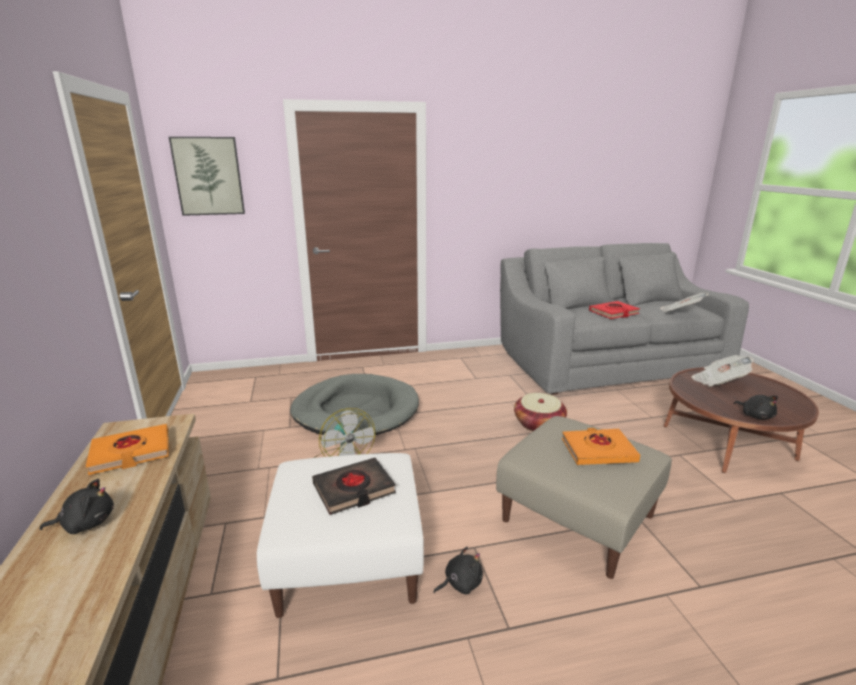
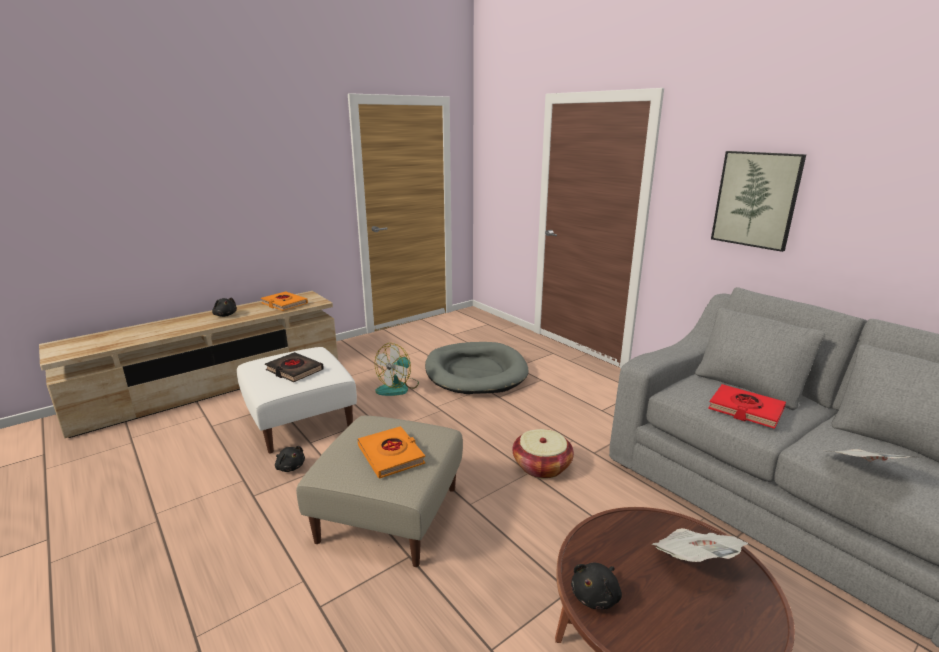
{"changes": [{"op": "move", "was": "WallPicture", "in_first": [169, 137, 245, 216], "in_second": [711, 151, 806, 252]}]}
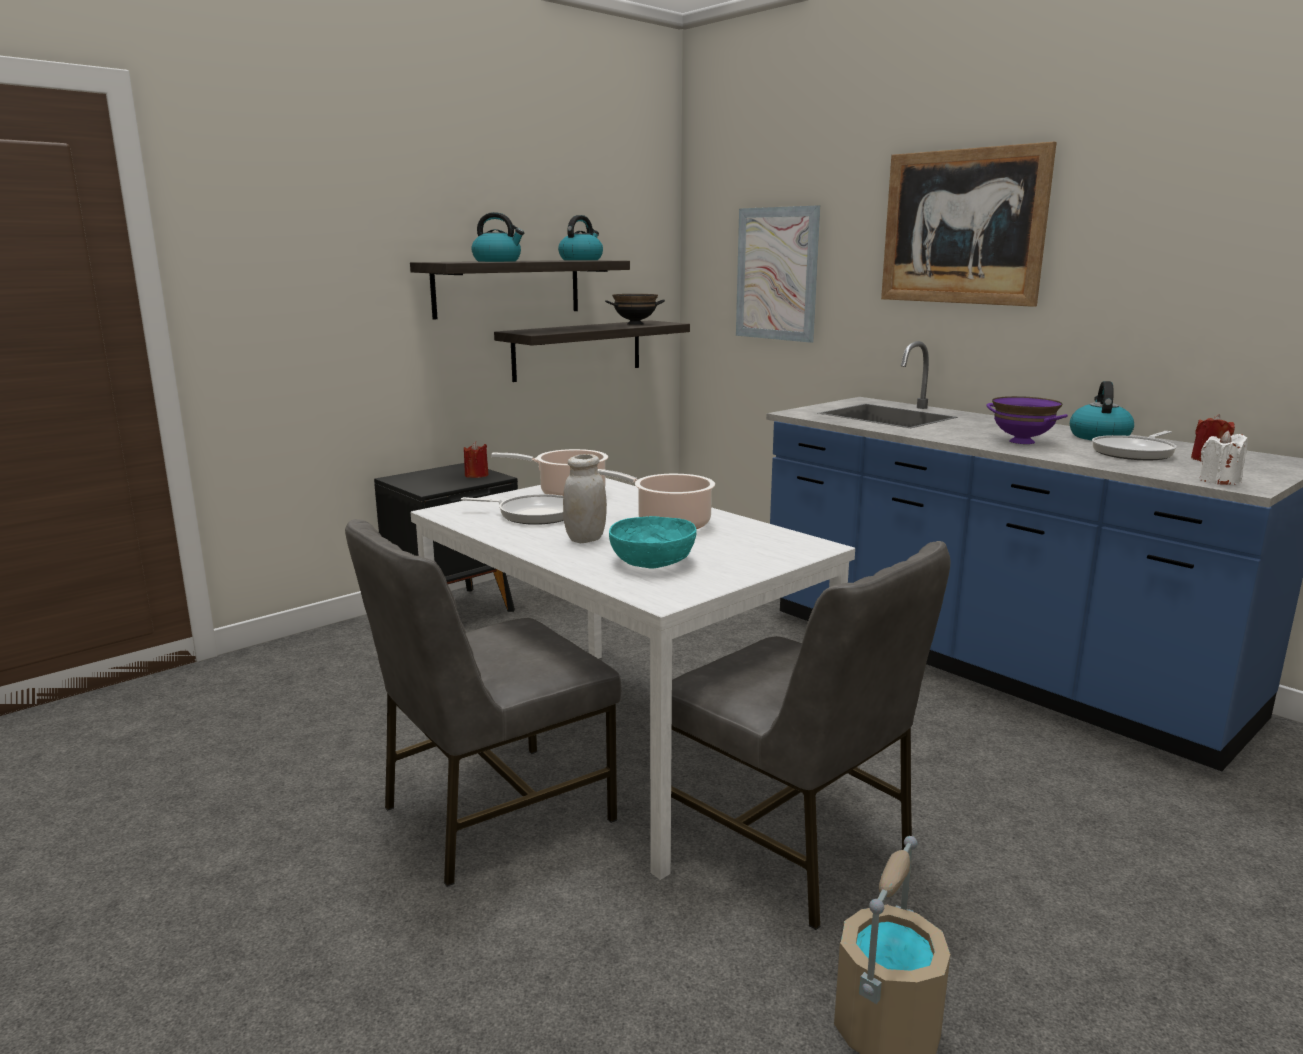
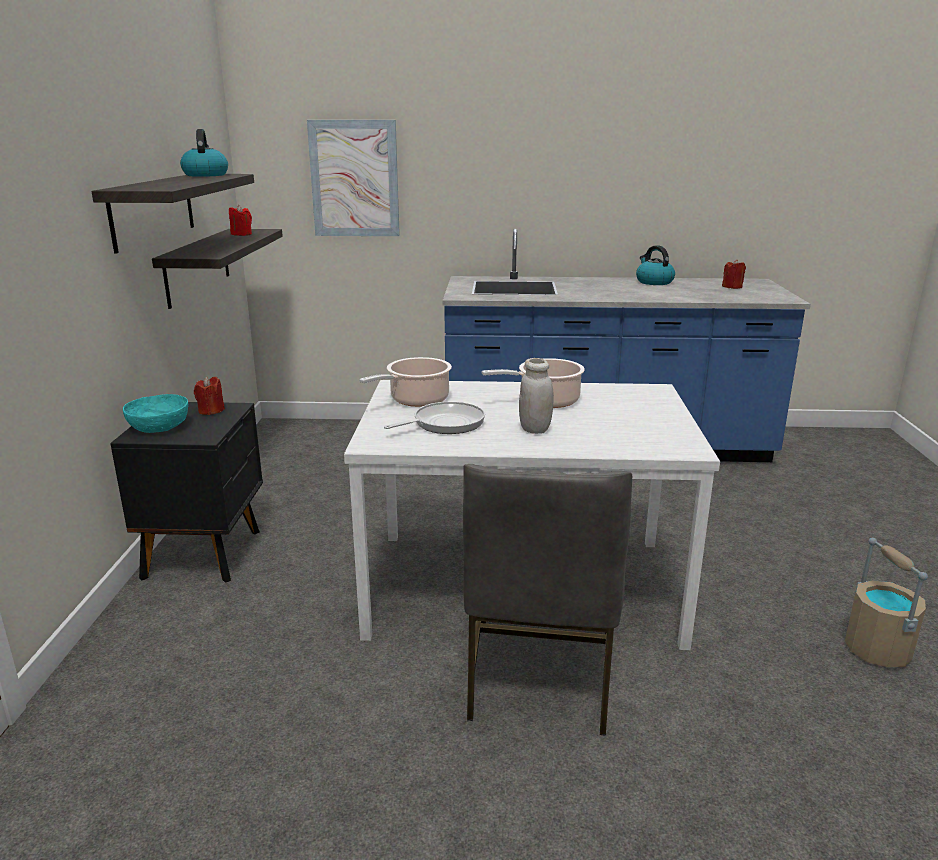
{"changes": [{"op": "delete", "was": "WallPicture", "in_first": [881, 141, 1057, 307]}, {"op": "delete", "was": "TeaKettle", "in_first": [471, 212, 524, 262]}, {"op": "replace", "was": "BlackColouredServingBowl", "now": "RedWaxCandle", "in_first": [605, 294, 665, 325], "in_second": [229, 205, 252, 236]}, {"op": "delete", "was": "PurpleColouredServingBowl", "in_first": [987, 396, 1068, 444]}, {"op": "delete", "was": "FryingPan", "in_first": [1092, 431, 1177, 460]}, {"op": "delete", "was": "WhiteWaxCandle", "in_first": [1199, 431, 1248, 485]}, {"op": "move", "was": "TurquoiseColouredServingBowl", "in_first": [609, 516, 697, 569], "in_second": [123, 394, 188, 433]}, {"op": "delete", "was": "GreyPlainChair", "in_first": [671, 541, 951, 930]}]}
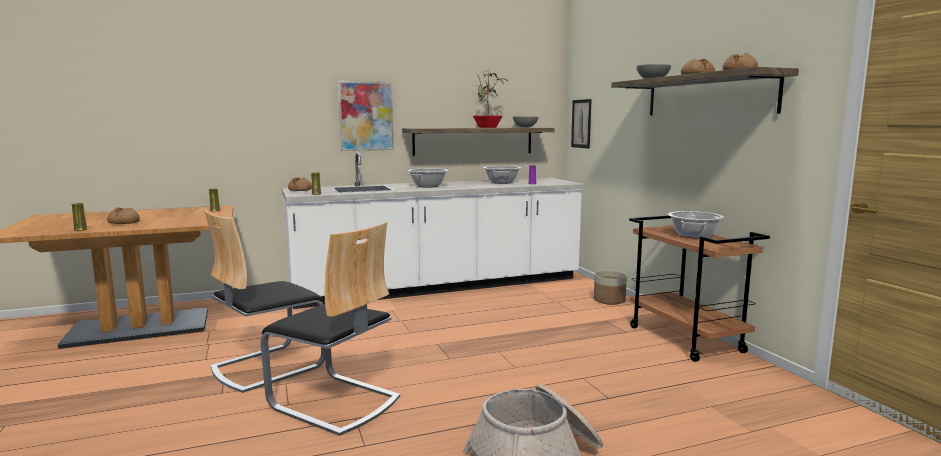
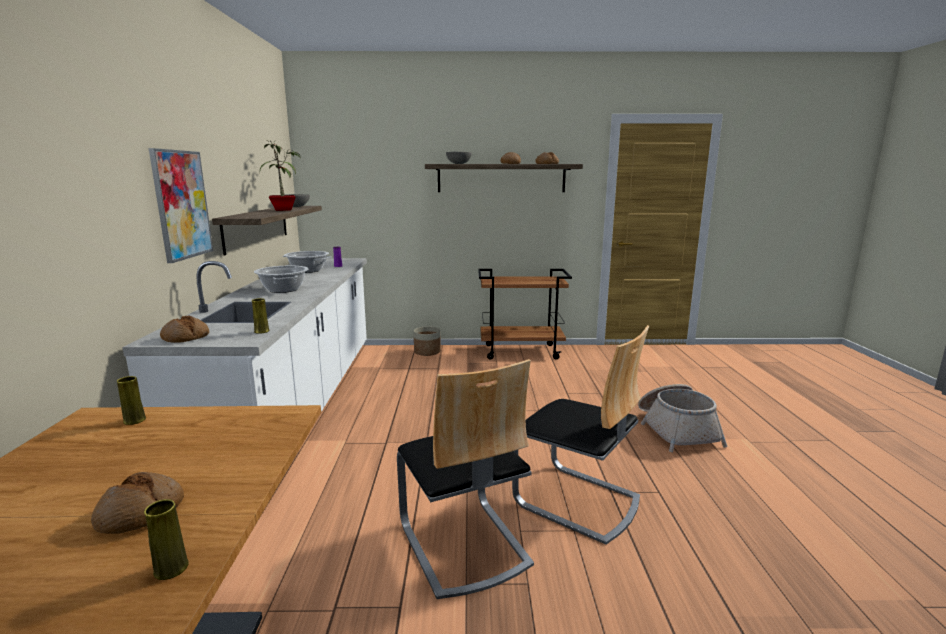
{"changes": [{"op": "delete", "was": "WallPicture", "in_first": [571, 99, 592, 149]}, {"op": "delete", "was": "Stockpot", "in_first": [668, 211, 724, 239]}, {"op": "rotate", "was": "PlainChair", "in_first": [260, 221, 400, 436], "in_second": [512, 325, 649, 545], "clockwise": 75}]}
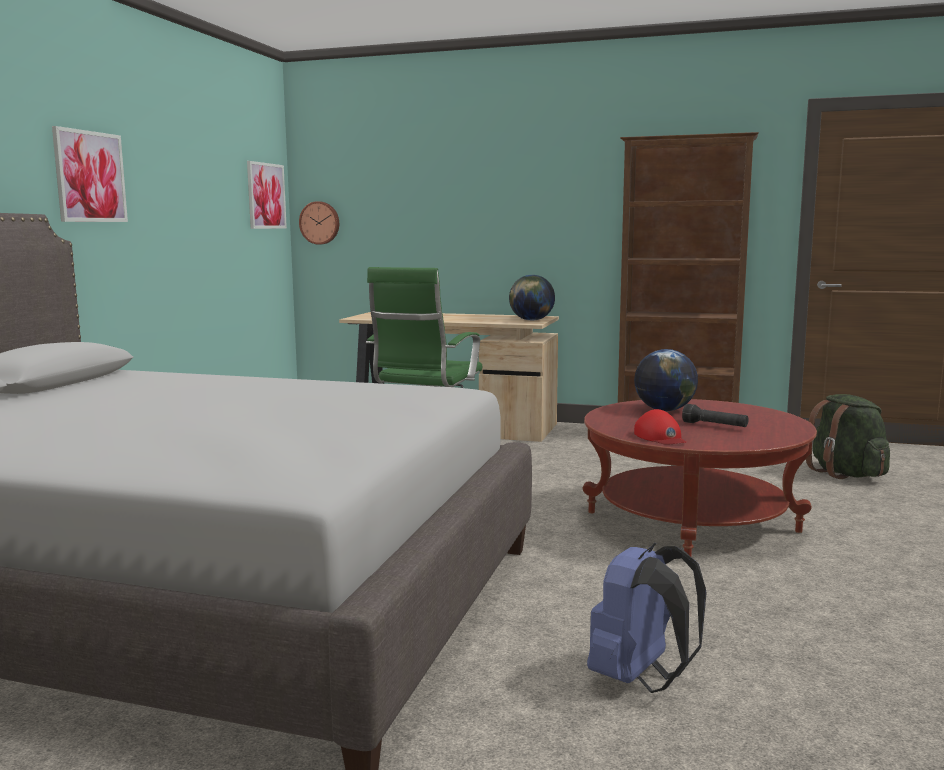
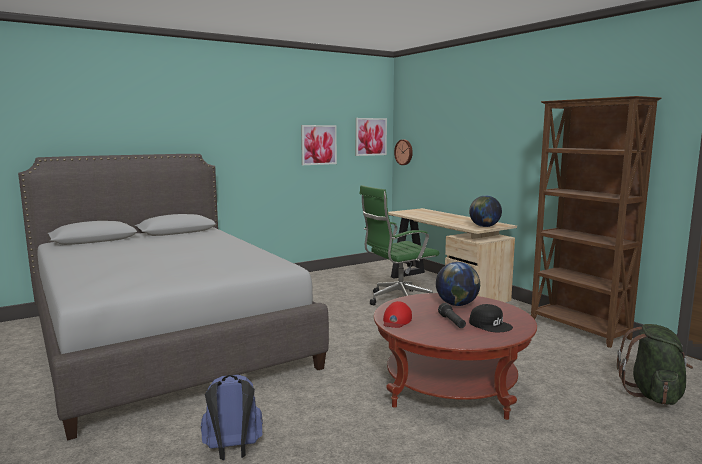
{"changes": [{"op": "move", "was": "WallPicture", "in_first": [52, 126, 128, 222], "in_second": [301, 125, 337, 165]}, {"op": "insert", "now": "BlackColouredPeakedCap", "in_second": [469, 304, 513, 332]}]}
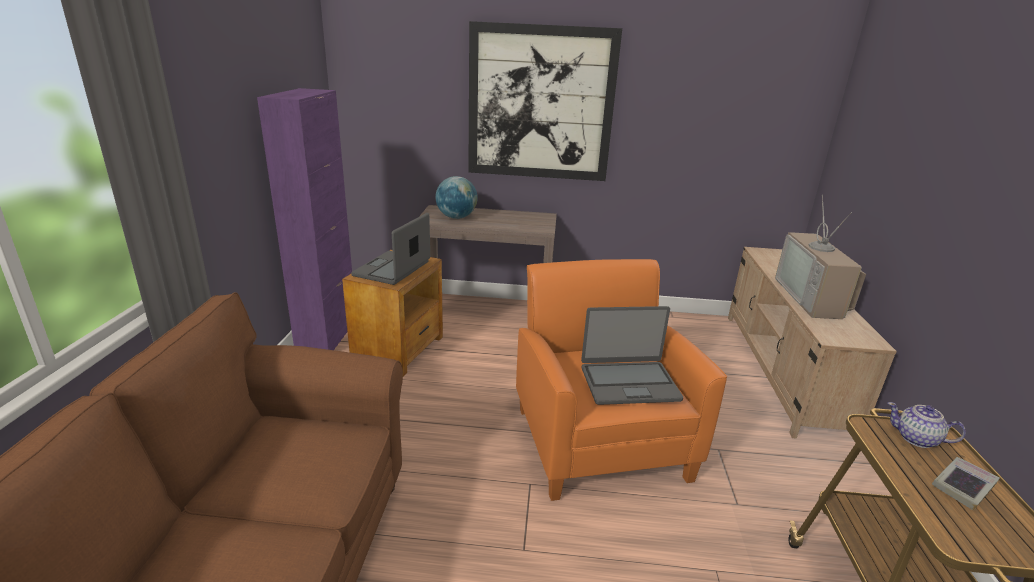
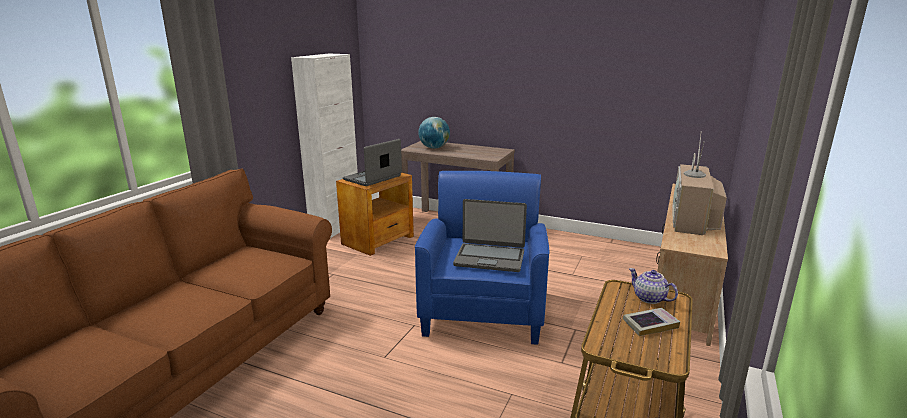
{"changes": [{"op": "delete", "was": "WallPicture", "in_first": [468, 21, 622, 181]}, {"op": "recolor", "was": "PurpleColouredCabinet", "now": "WhiteCabinet", "in_first": [257, 88, 352, 350], "in_second": [291, 54, 358, 238]}, {"op": "recolor", "was": "OrangeEasyChair", "now": "BluishEasyChair", "in_first": [516, 259, 727, 501], "in_second": [415, 171, 549, 345]}]}
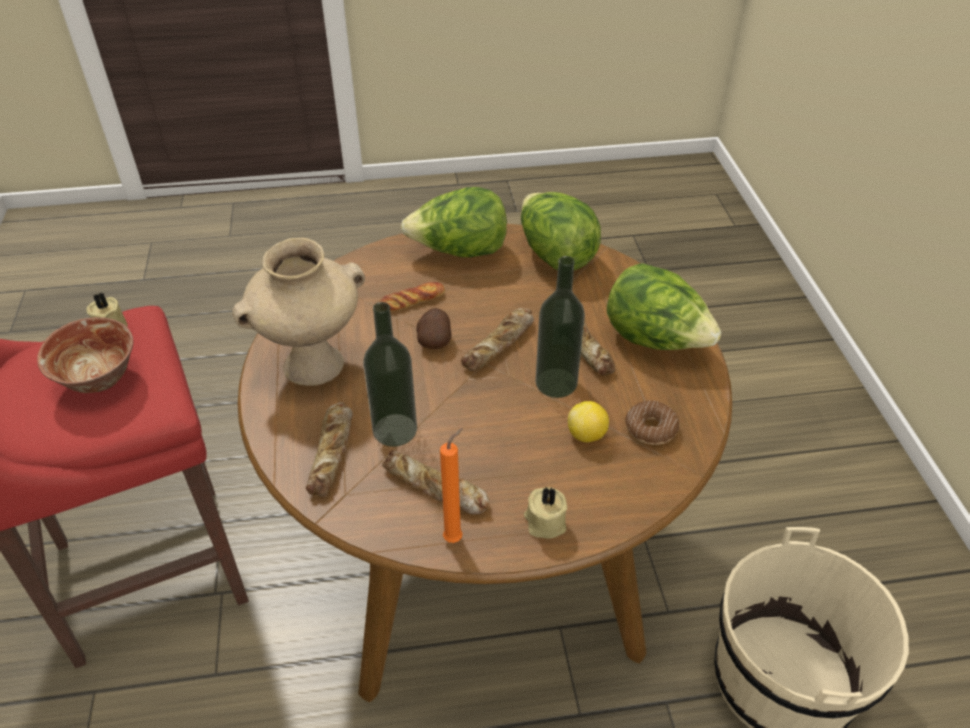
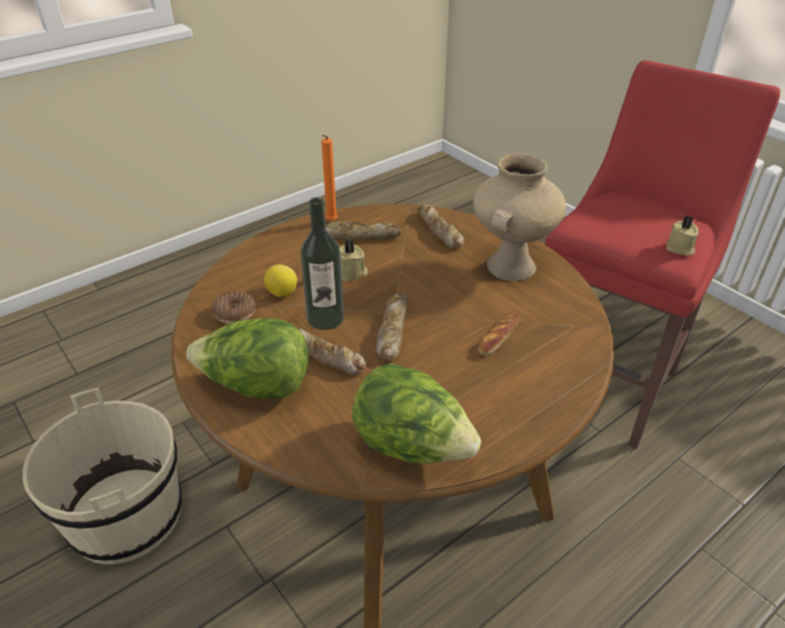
{"changes": [{"op": "delete", "was": "LettuceHead", "in_first": [401, 187, 507, 257]}, {"op": "delete", "was": "BeverageBottle", "in_first": [363, 302, 417, 447]}, {"op": "delete", "was": "Spud", "in_first": [416, 308, 451, 349]}, {"op": "delete", "was": "ServingBowl", "in_first": [37, 317, 133, 393]}, {"op": "move", "was": "BeigeWaxCandle", "in_first": [524, 487, 567, 539], "in_second": [339, 239, 368, 281]}]}
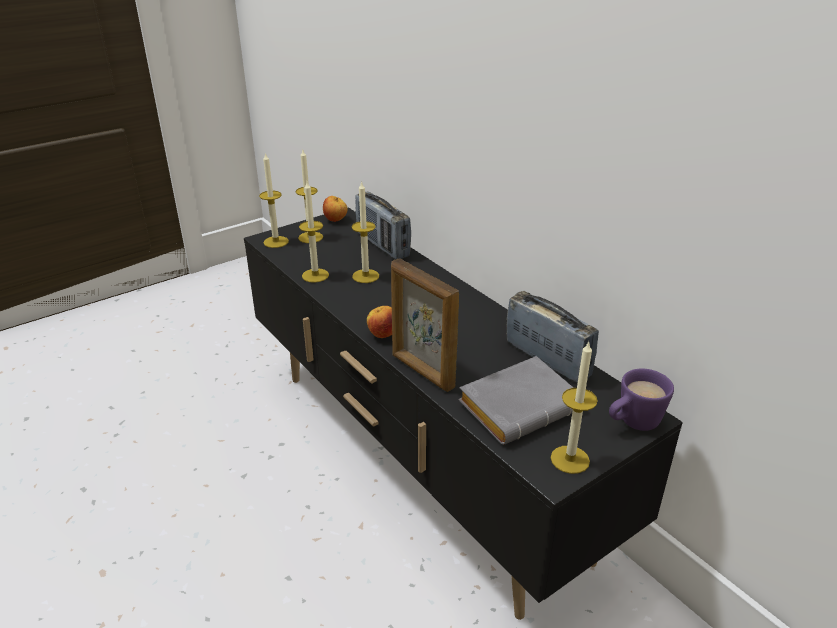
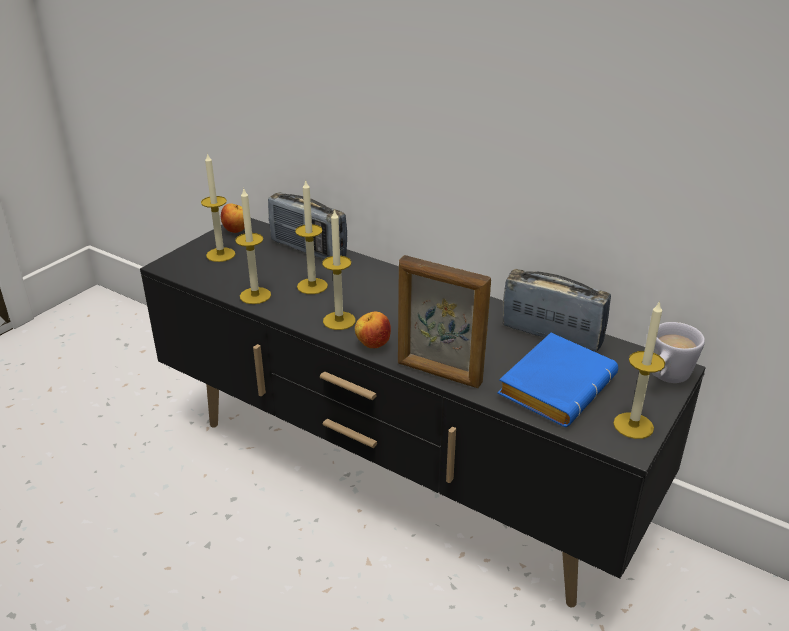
{"changes": [{"op": "move", "was": "WaxCandle", "in_first": [259, 152, 289, 248], "in_second": [322, 209, 356, 330]}, {"op": "recolor", "was": "GreyVolume", "now": "BluishVolume", "in_first": [459, 356, 573, 445], "in_second": [497, 333, 618, 427]}, {"op": "recolor", "was": "PurpleColouredCoffeeMug", "now": "WhiteCoffeeMug", "in_first": [609, 369, 674, 431], "in_second": [652, 322, 705, 383]}]}
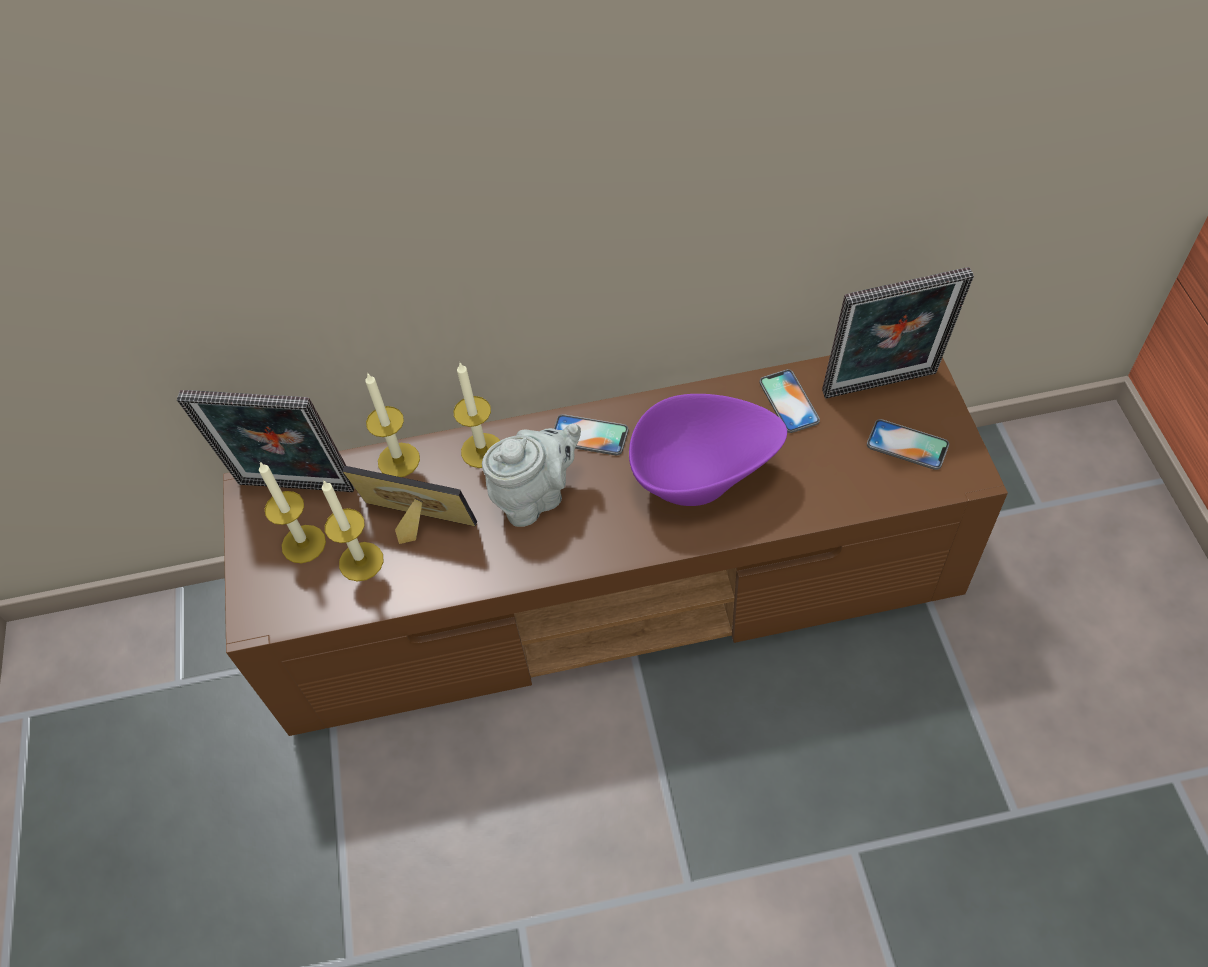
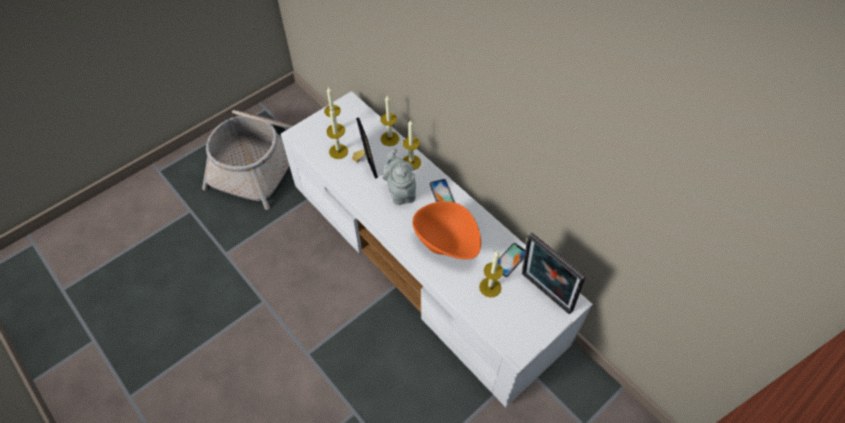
{"changes": [{"op": "recolor", "was": "BrownColouredTvUnit", "now": "WhiteTvUnit", "in_first": [223, 355, 1008, 736], "in_second": [281, 91, 593, 407]}, {"op": "delete", "was": "StandingFrame", "in_first": [177, 390, 354, 492]}, {"op": "recolor", "was": "PurpleColouredServingBowl", "now": "OrangeServingBowl", "in_first": [629, 394, 787, 506], "in_second": [412, 201, 481, 260]}, {"op": "delete", "was": "Telephone", "in_first": [867, 419, 949, 470]}, {"op": "rotate", "was": "GreyPotForTea", "in_first": [482, 424, 581, 527], "in_second": [382, 149, 416, 205], "clockwise": -135}, {"op": "insert", "now": "Basket", "in_second": [202, 110, 293, 210]}, {"op": "insert", "now": "WaxCandle", "in_second": [479, 251, 503, 298]}]}
